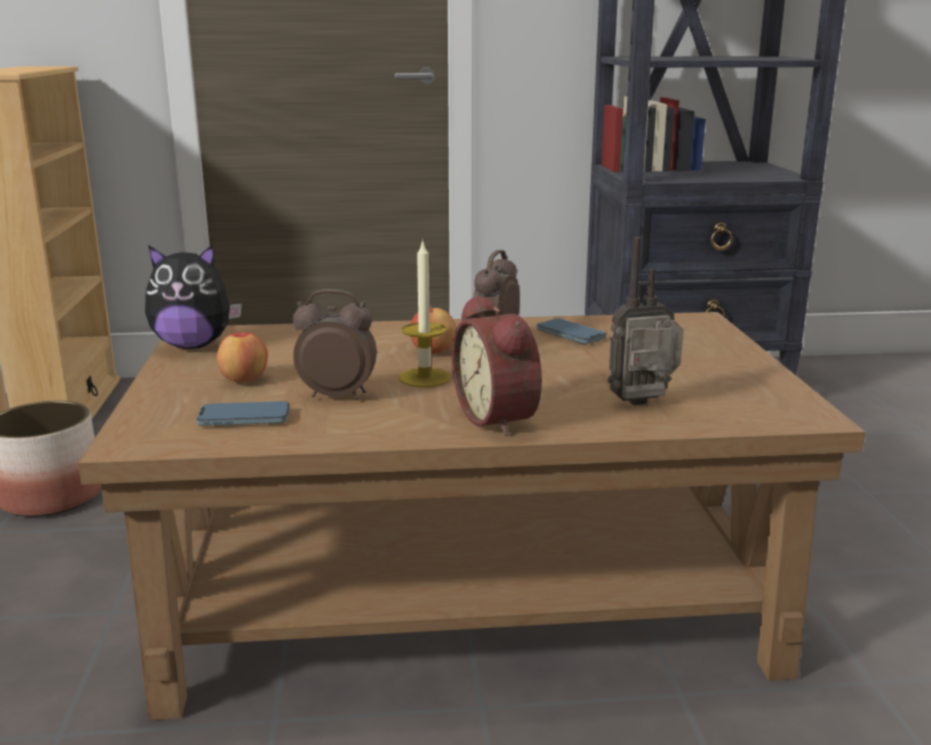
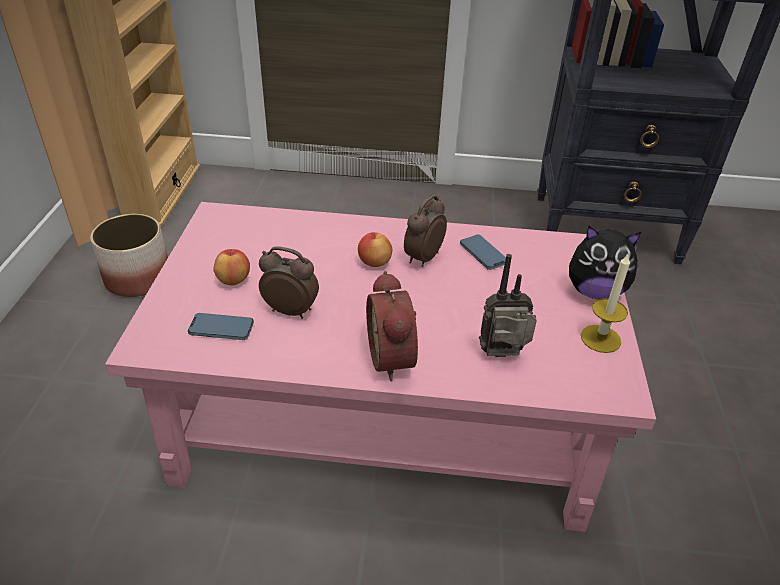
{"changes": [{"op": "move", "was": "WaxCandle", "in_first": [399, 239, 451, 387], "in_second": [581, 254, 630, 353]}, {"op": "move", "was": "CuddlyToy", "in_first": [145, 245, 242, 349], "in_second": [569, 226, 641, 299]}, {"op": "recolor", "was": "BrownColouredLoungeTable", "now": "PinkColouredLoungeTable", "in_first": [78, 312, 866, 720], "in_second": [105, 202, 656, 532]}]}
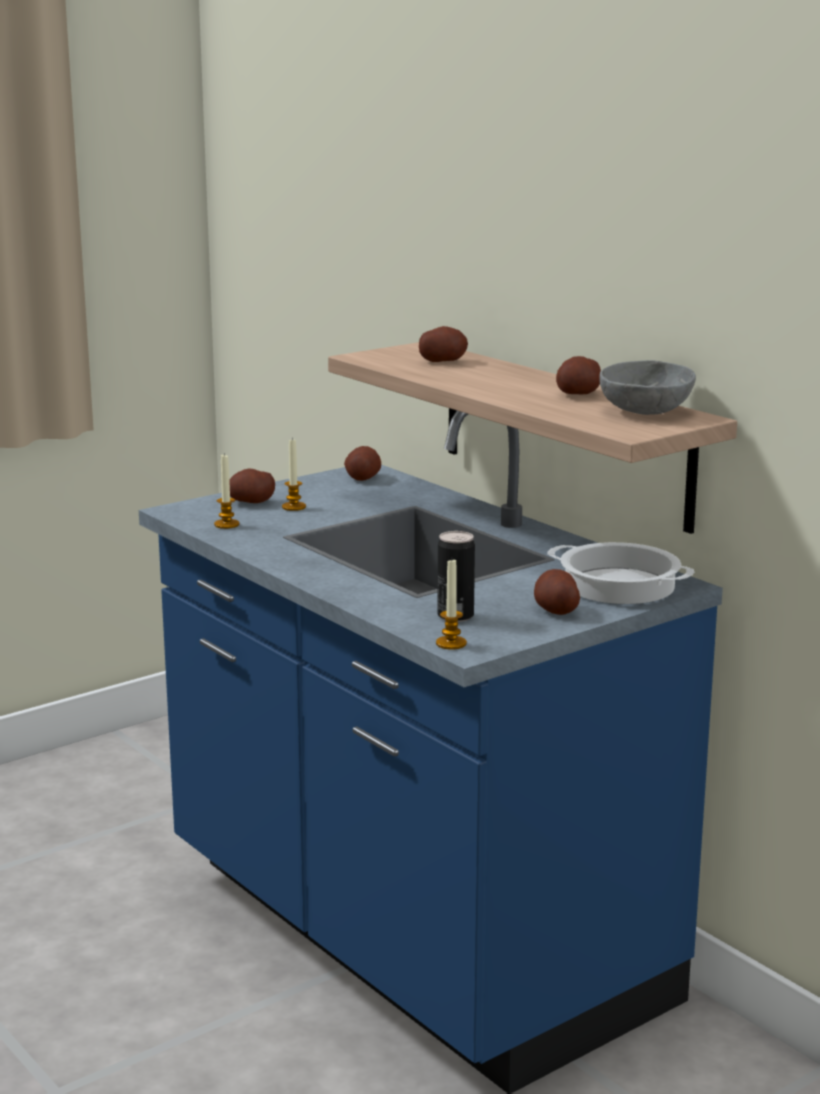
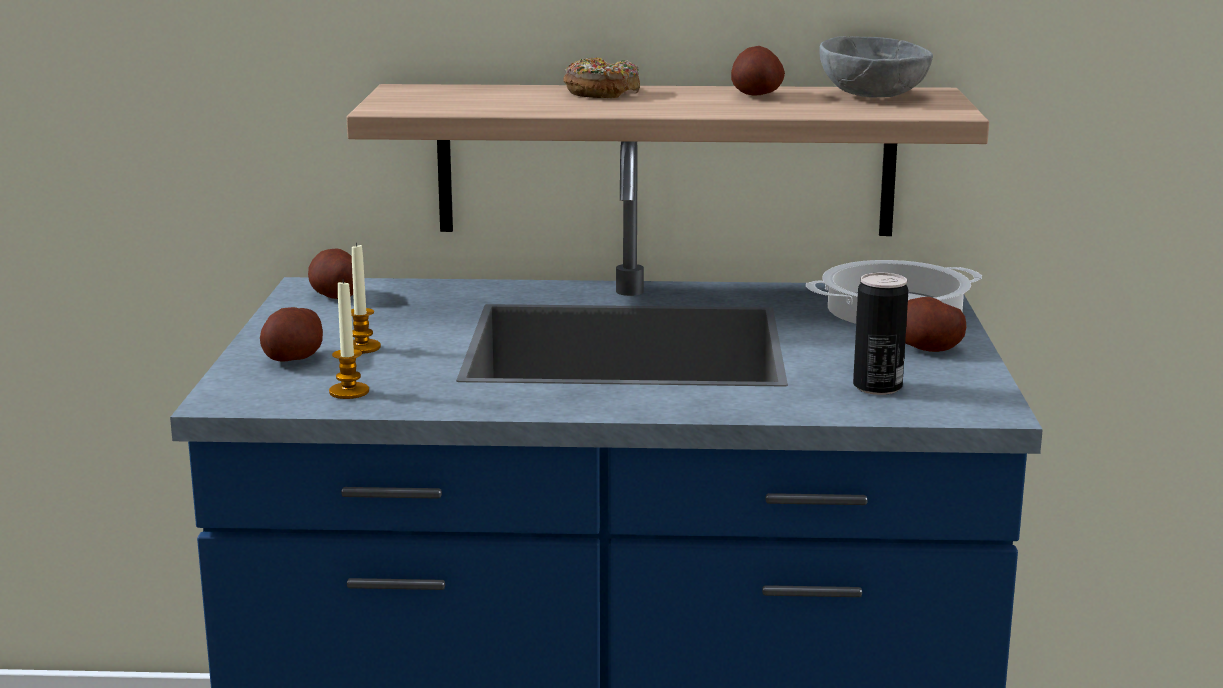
{"changes": [{"op": "delete", "was": "Spud", "in_first": [419, 326, 468, 362]}, {"op": "delete", "was": "WaxCandle", "in_first": [436, 560, 467, 650]}, {"op": "insert", "now": "Donut", "in_second": [563, 57, 640, 98]}]}
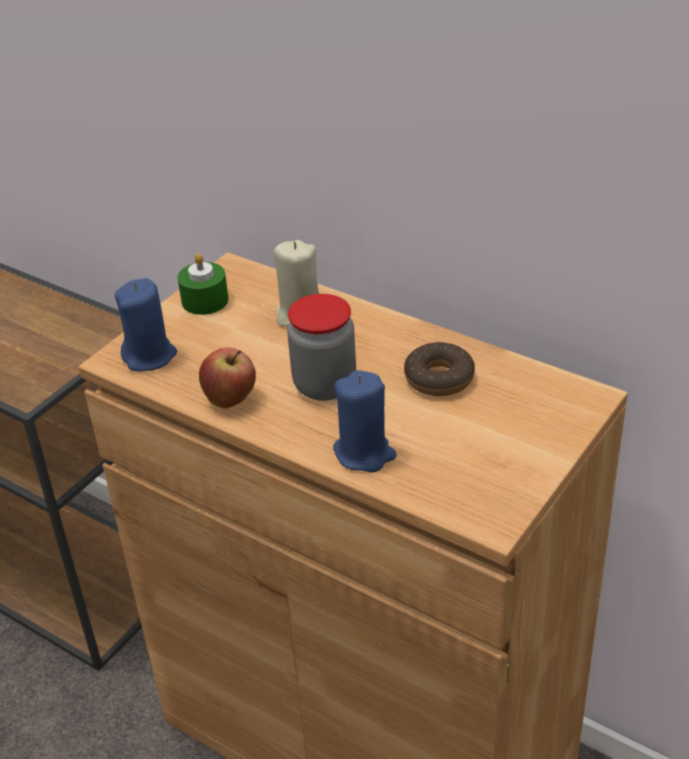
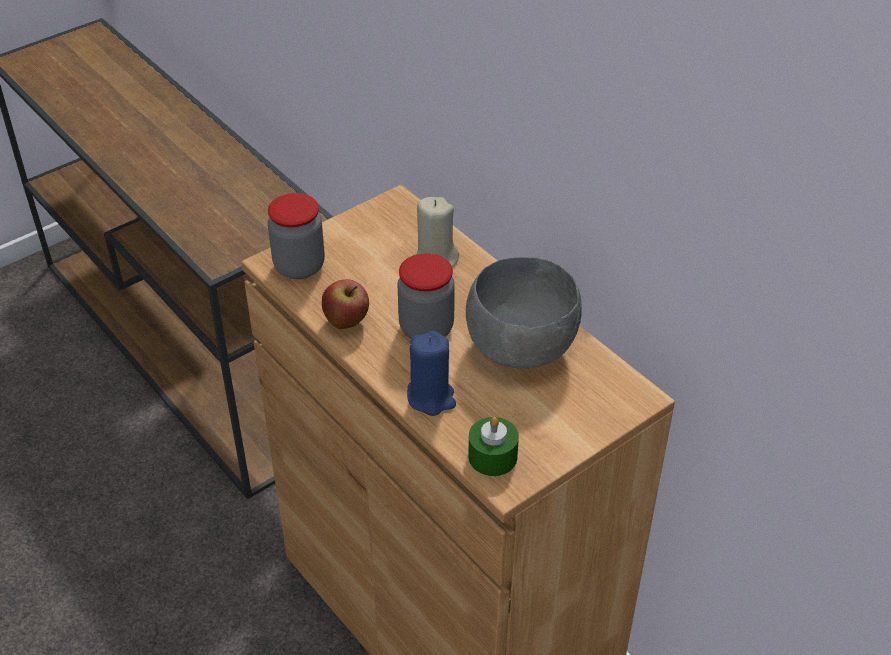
{"changes": [{"op": "move", "was": "GreenColouredWaxCandle", "in_first": [178, 253, 229, 315], "in_second": [468, 417, 519, 476]}, {"op": "replace", "was": "BluishWaxCandle", "now": "Jar", "in_first": [115, 278, 177, 371], "in_second": [268, 193, 325, 279]}, {"op": "replace", "was": "Donut", "now": "GreyServingBowl", "in_first": [404, 342, 475, 396], "in_second": [466, 257, 582, 369]}]}
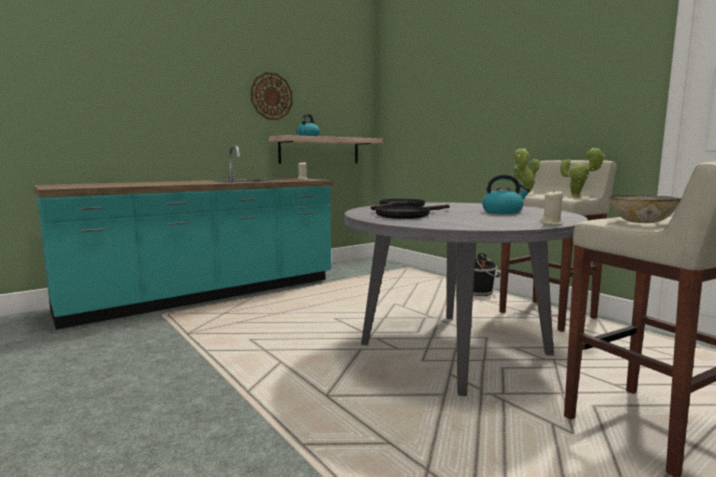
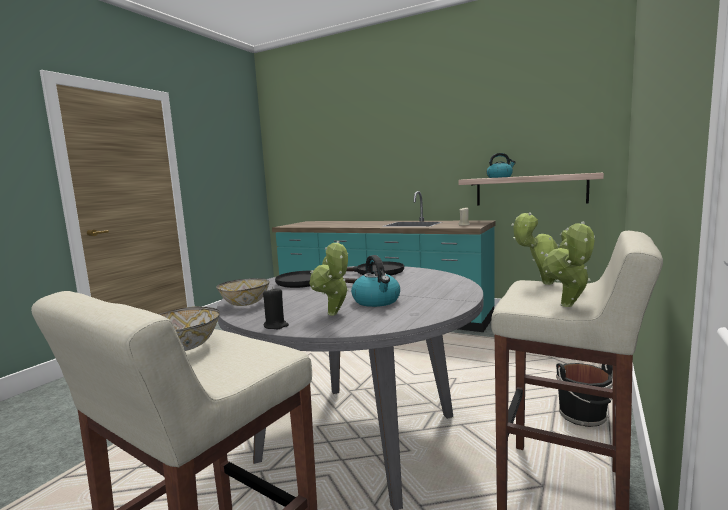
{"changes": [{"op": "delete", "was": "WallClock", "in_first": [251, 72, 293, 120]}, {"op": "recolor", "was": "BeigeWaxCandle", "now": "BlackColouredWaxCandle", "in_first": [540, 191, 563, 225], "in_second": [263, 287, 289, 329]}, {"op": "insert", "now": "PlantInAPot", "in_second": [310, 241, 349, 315]}, {"op": "insert", "now": "ServingBowl", "in_second": [216, 278, 269, 306]}]}
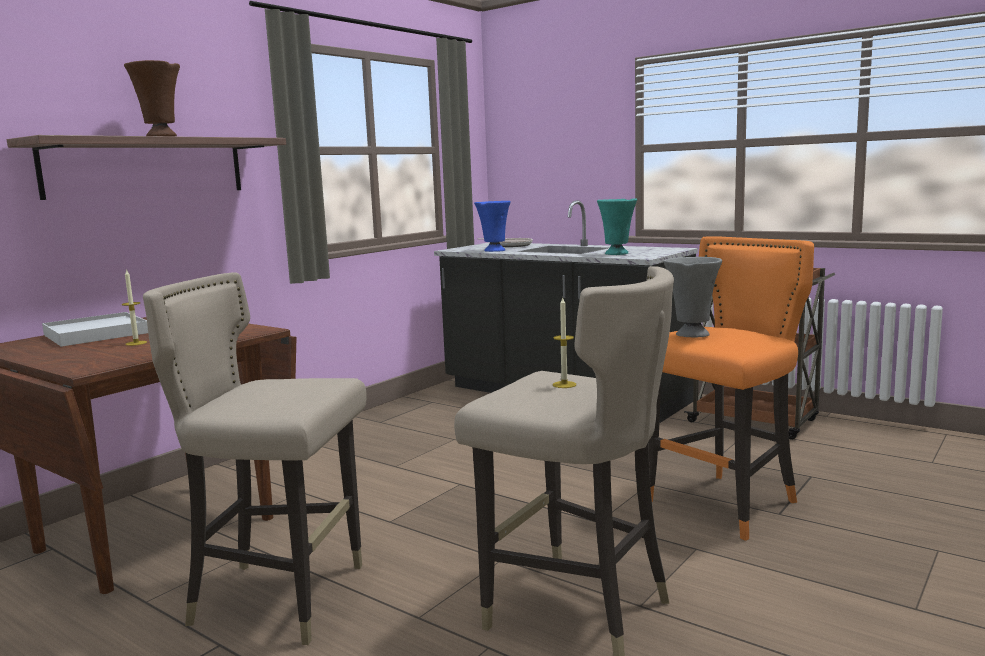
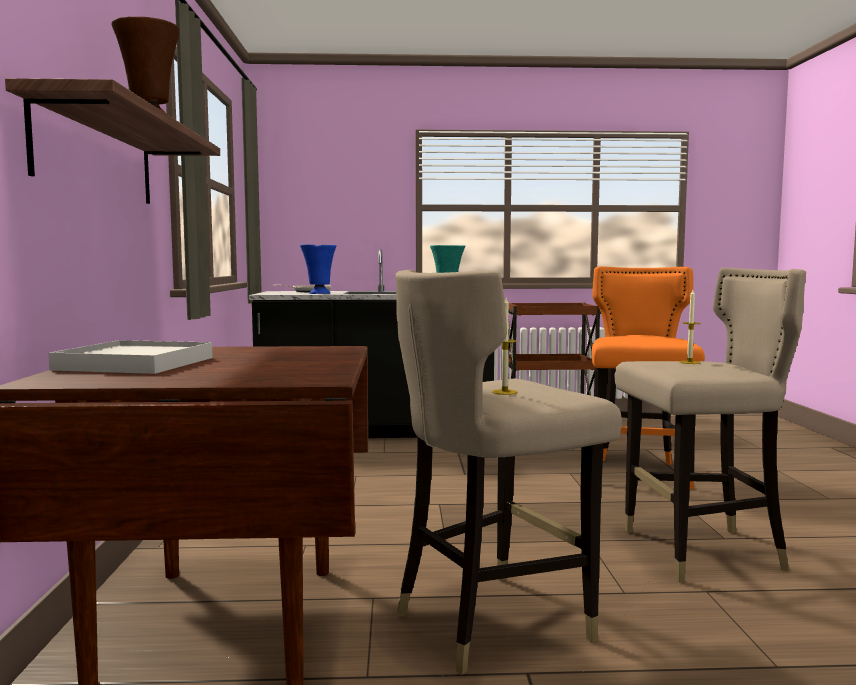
{"changes": [{"op": "delete", "was": "GreyVase", "in_first": [663, 257, 722, 338]}, {"op": "move", "was": "WaxCandle", "in_first": [122, 269, 147, 346], "in_second": [492, 298, 518, 395]}]}
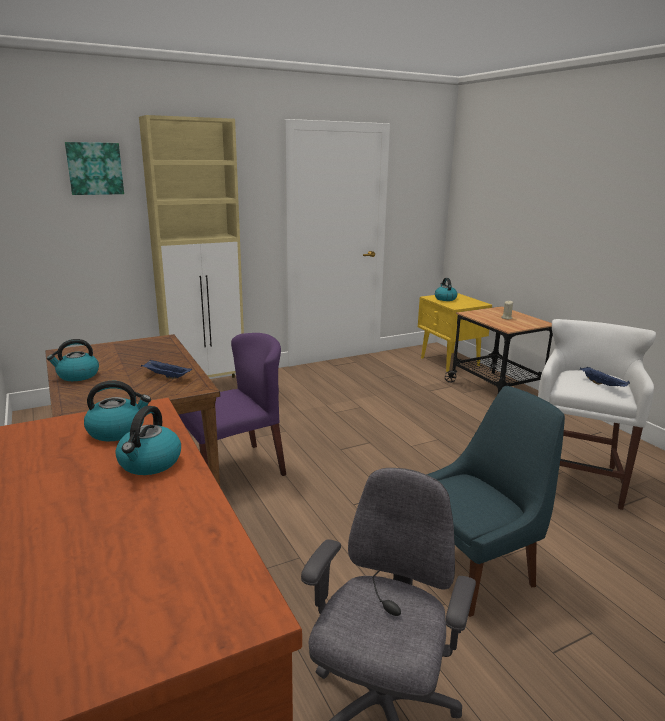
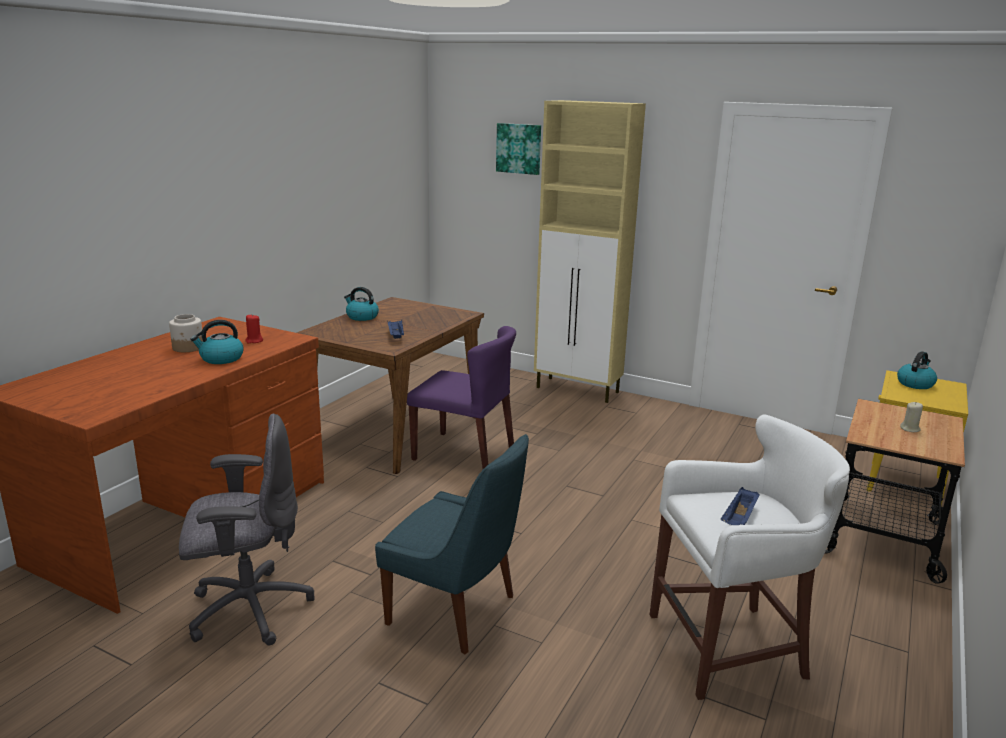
{"changes": [{"op": "replace", "was": "TeaKettle", "now": "RedWaxCandle", "in_first": [84, 381, 151, 441], "in_second": [245, 315, 263, 343]}, {"op": "insert", "now": "Jar", "in_second": [169, 314, 203, 352]}]}
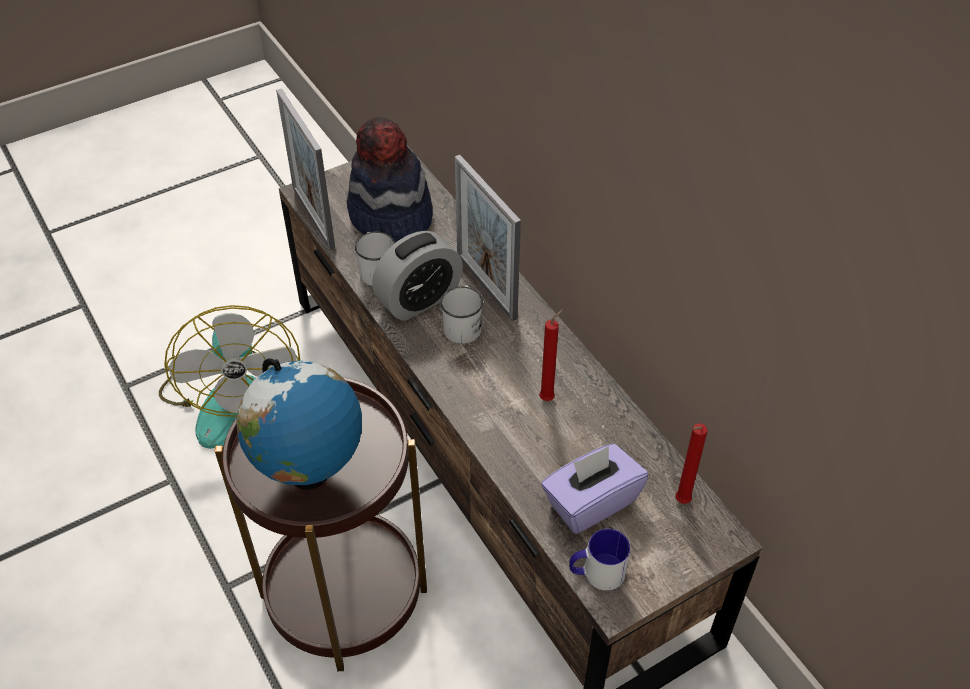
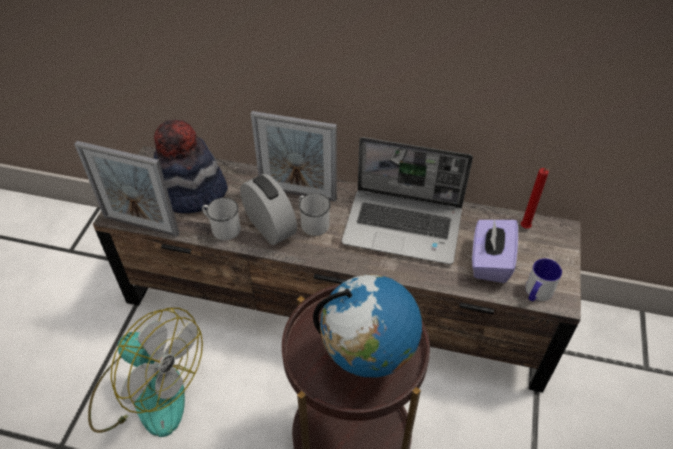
{"changes": [{"op": "rotate", "was": "TableClock", "in_first": [372, 231, 463, 321], "in_second": [240, 174, 297, 245], "clockwise": -45}, {"op": "replace", "was": "RedWaxCandle", "now": "Laptop", "in_first": [539, 309, 564, 401], "in_second": [342, 137, 473, 265]}]}
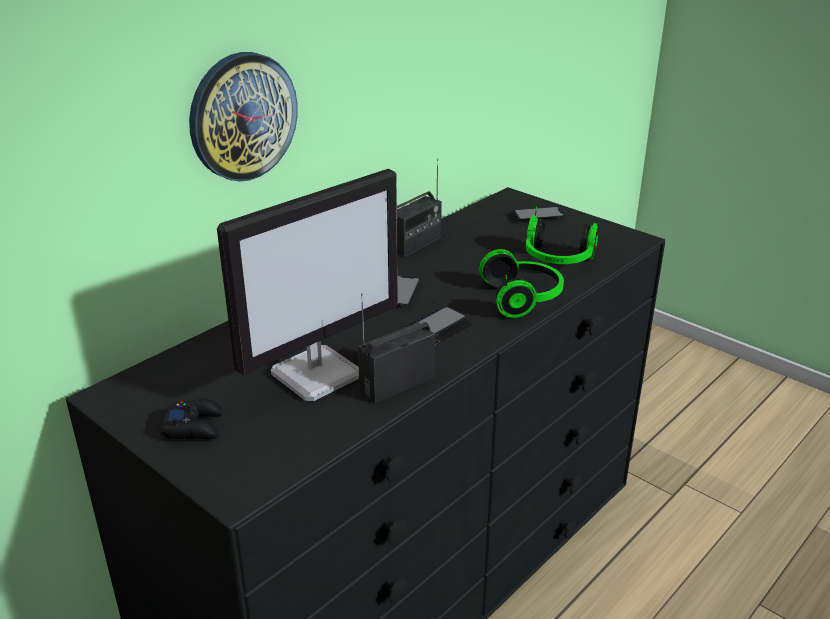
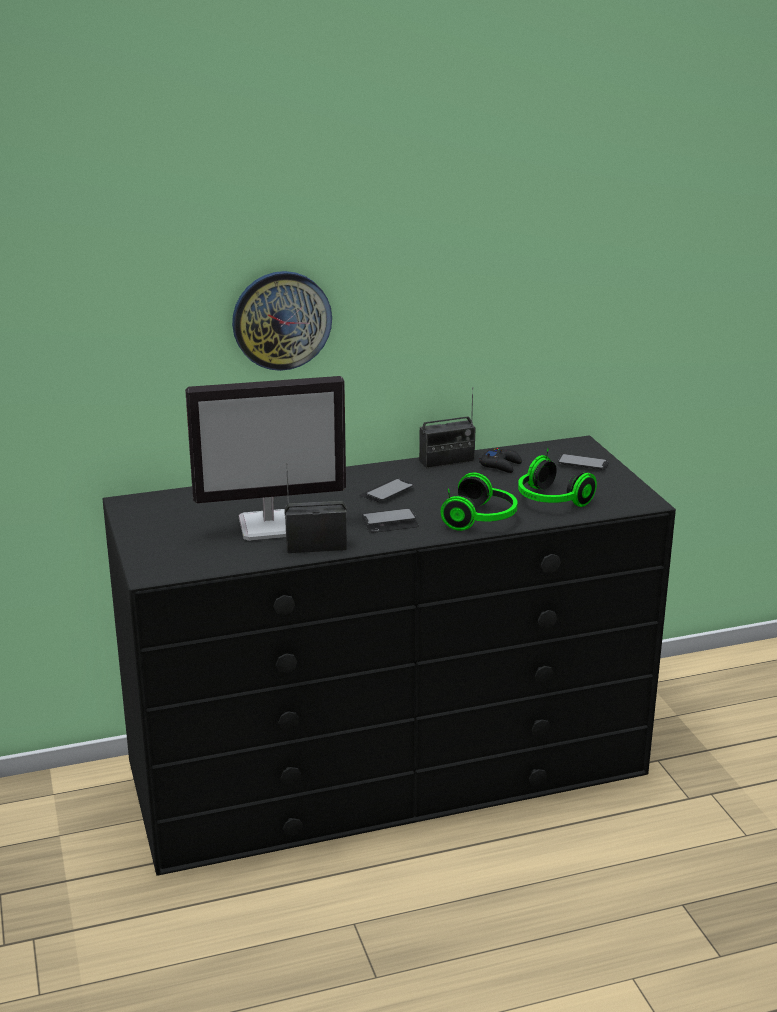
{"changes": [{"op": "move", "was": "BlackColouredGamepad", "in_first": [161, 399, 223, 439], "in_second": [479, 448, 522, 473]}]}
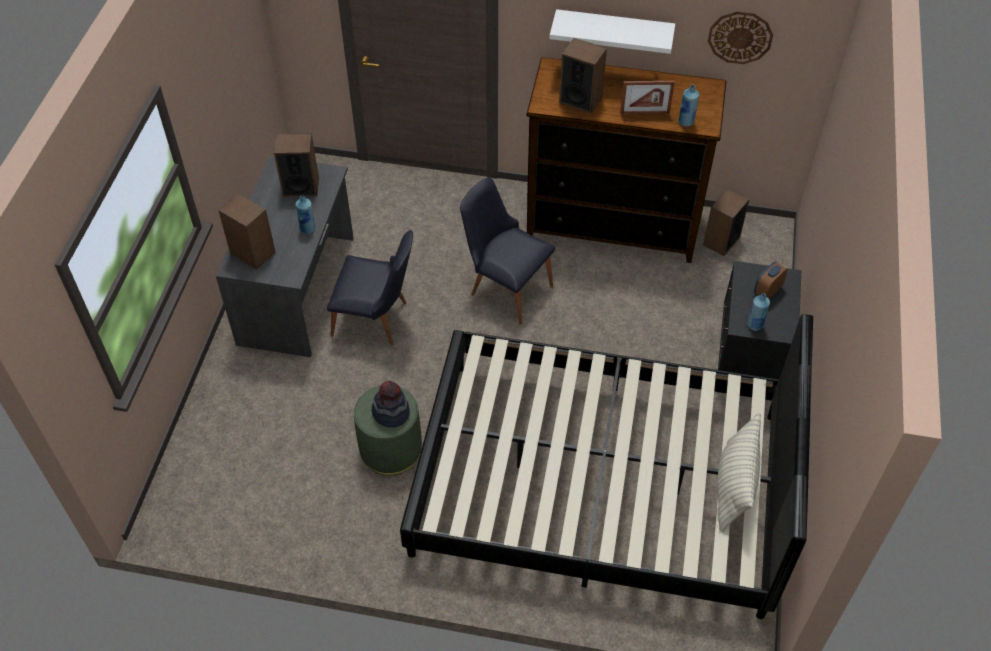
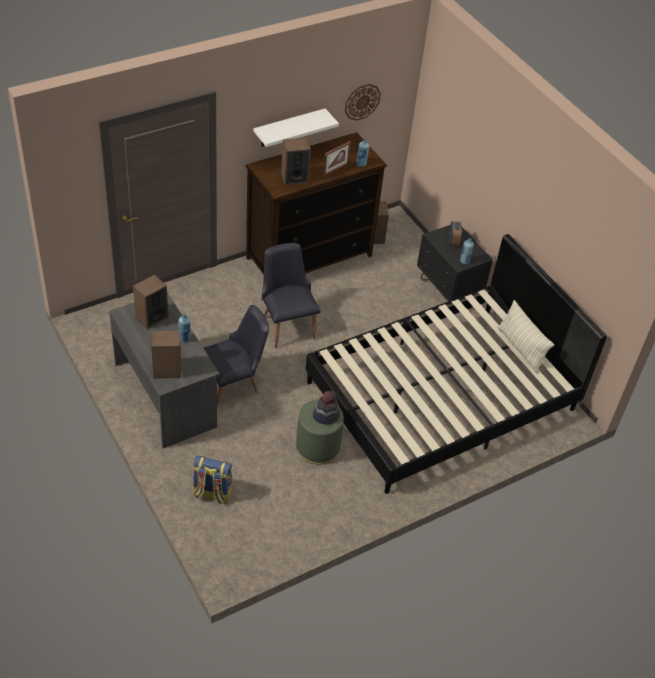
{"changes": [{"op": "rotate", "was": "BlackColouredPlainChair", "in_first": [460, 178, 555, 325], "in_second": [262, 243, 321, 349], "clockwise": 75}, {"op": "insert", "now": "Backpack", "in_second": [193, 455, 233, 504]}]}
